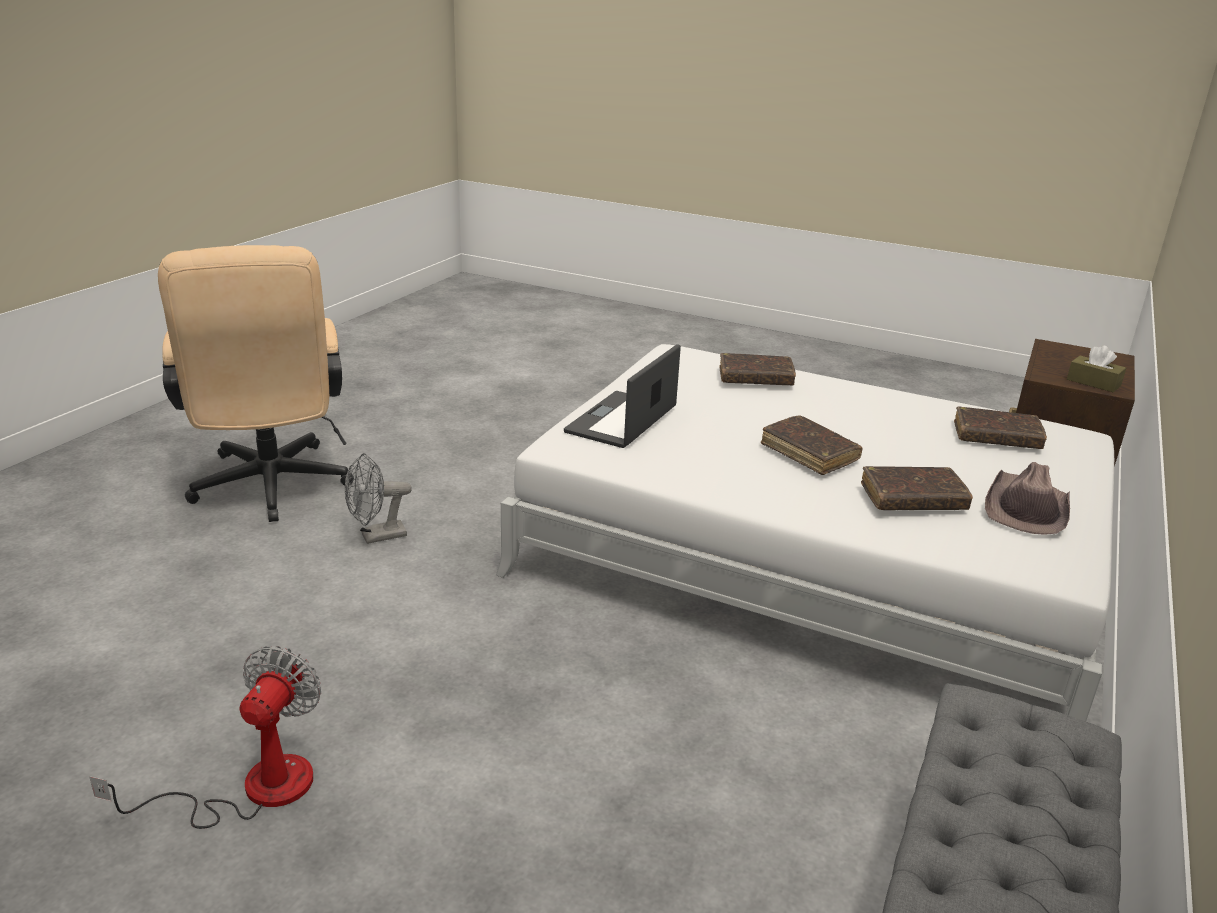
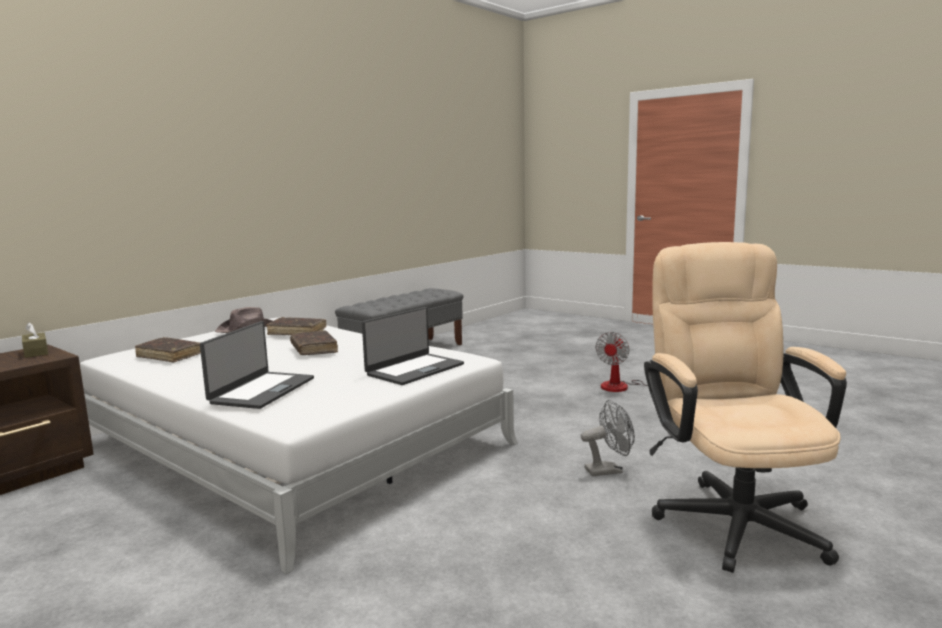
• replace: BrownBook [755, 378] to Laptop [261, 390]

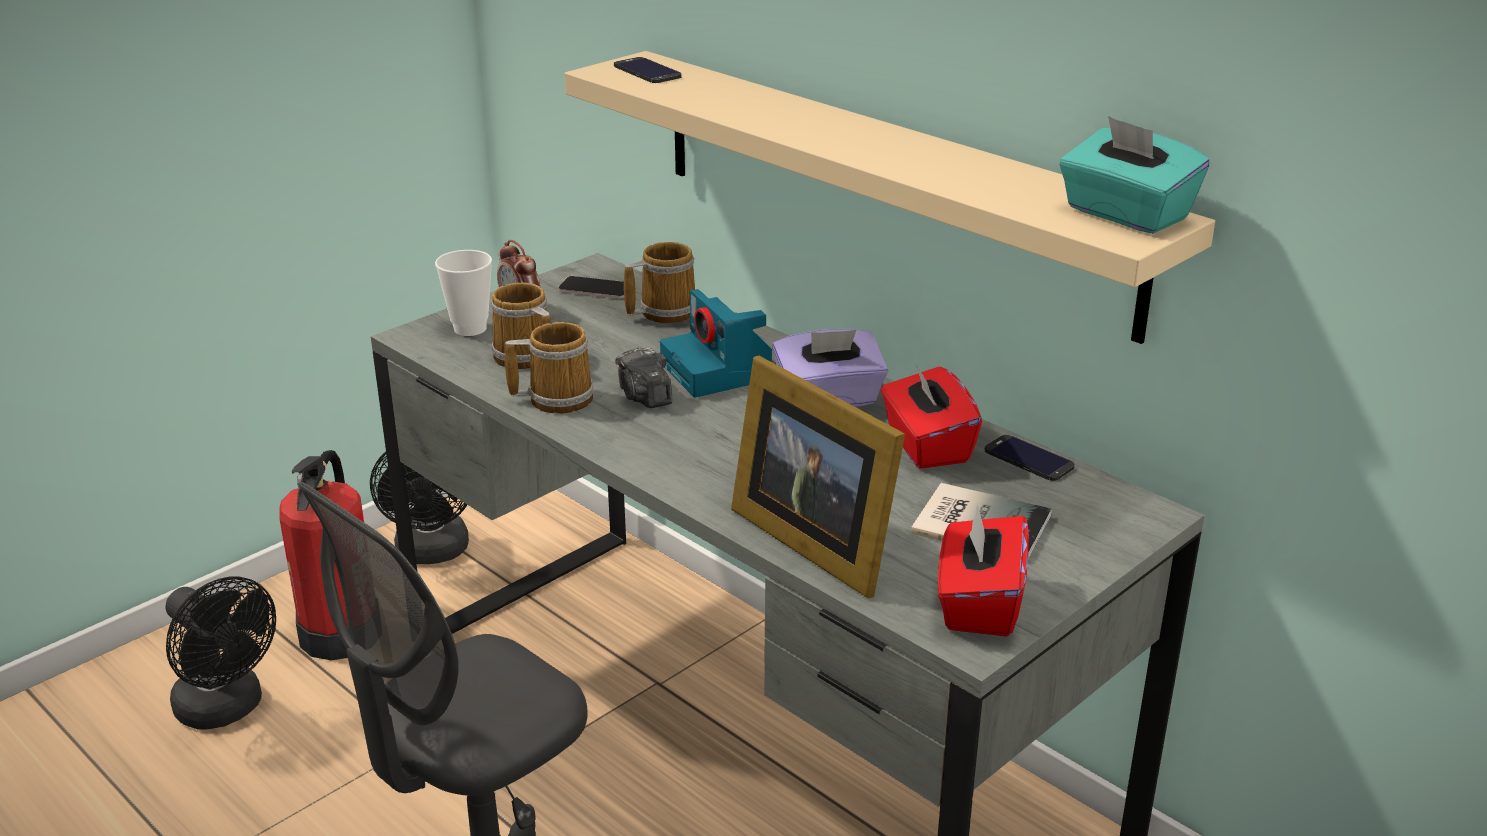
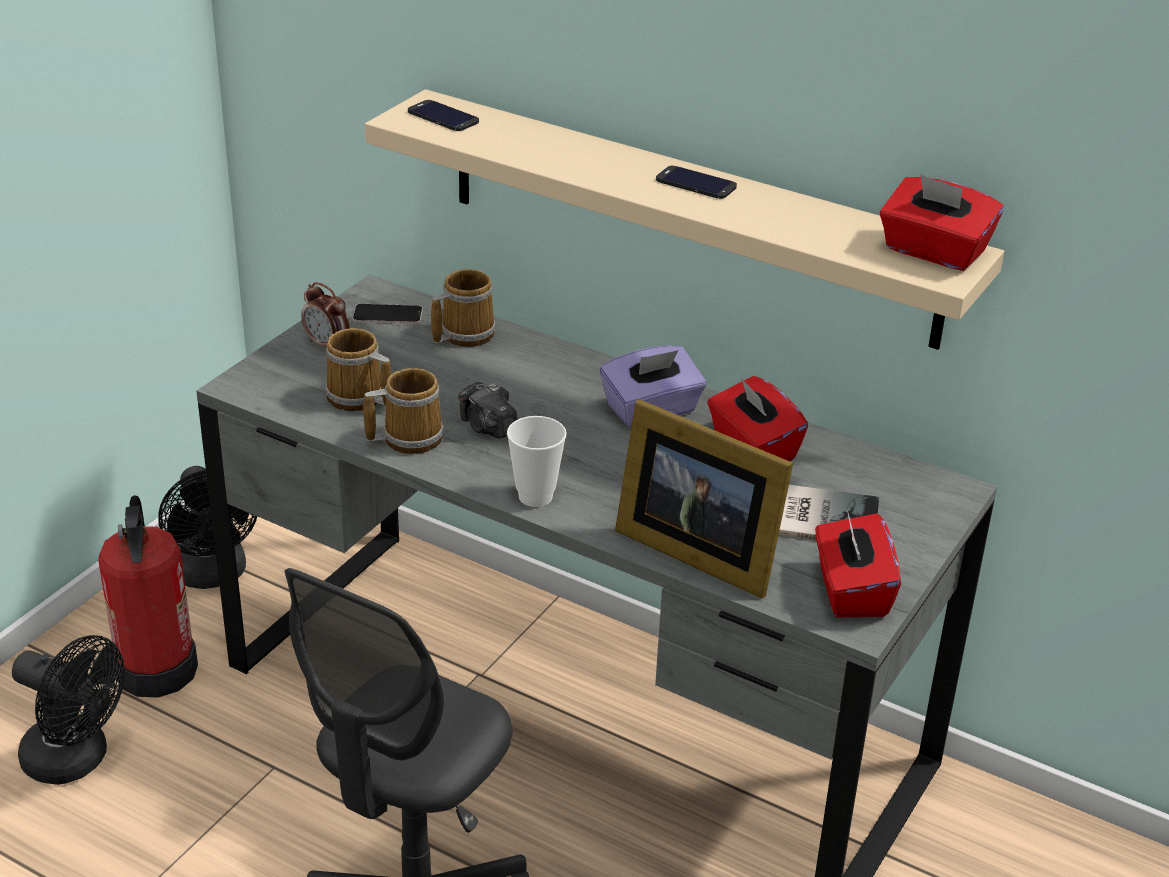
• move: Cup [470, 328] to [535, 496]
• delete: PhotoCamera [720, 371]
• move: Phone [1028, 458] to [696, 183]
• recolor: TurquoiseTissueBox [1125, 215] to RedTissueBox [934, 252]

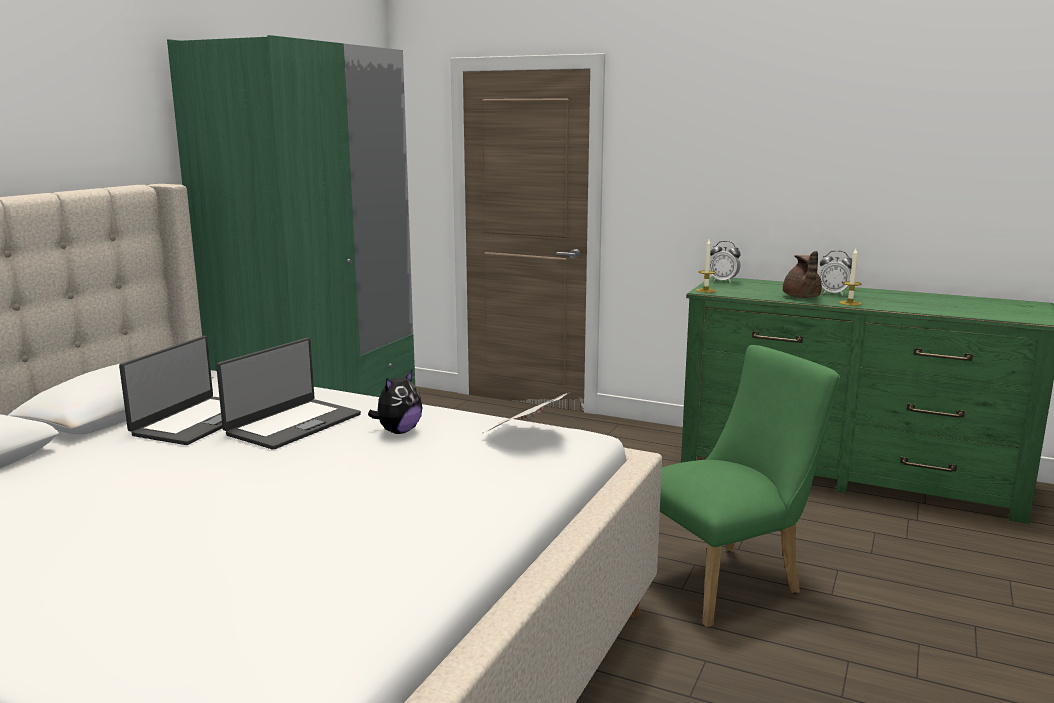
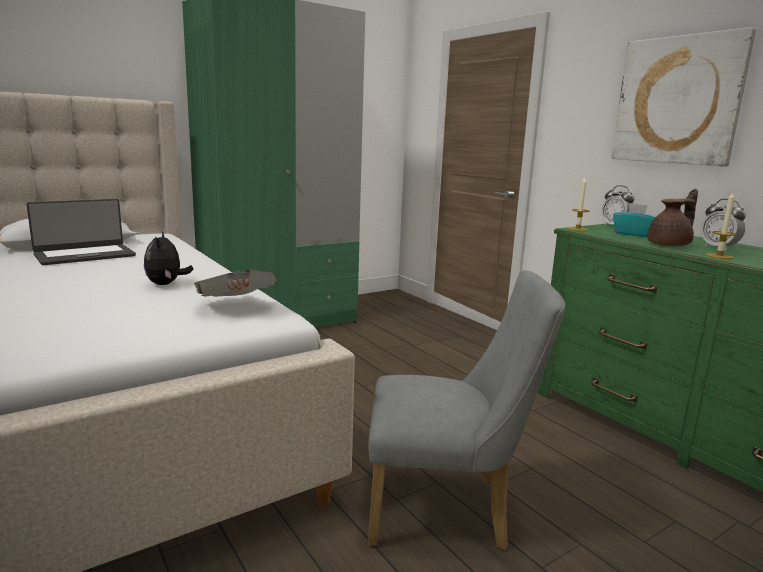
• delete: Laptop [292, 424]
• rotate: PlushToy [398, 431] = [166, 284] 105 degrees clockwise
• recolor: GreenChair [728, 581] to GreyChair [448, 509]
• rotate: BrownTeapot [801, 297] = [670, 245] 150 degrees counterclockwise
• insert: Picture [677, 101]
• insert: TurquoiseTissueBox [633, 234]

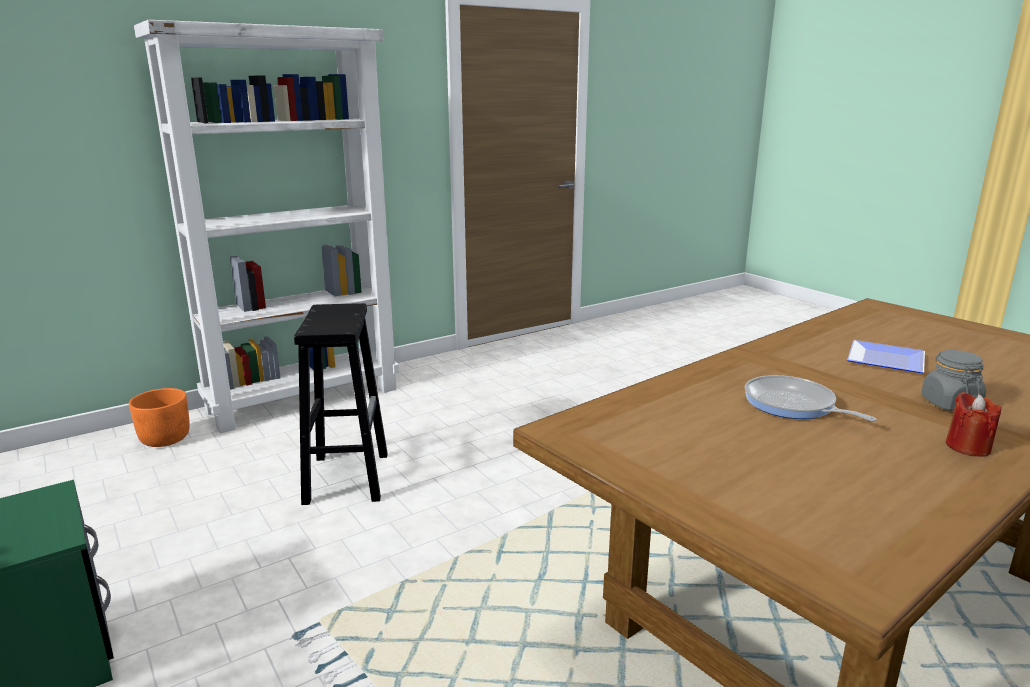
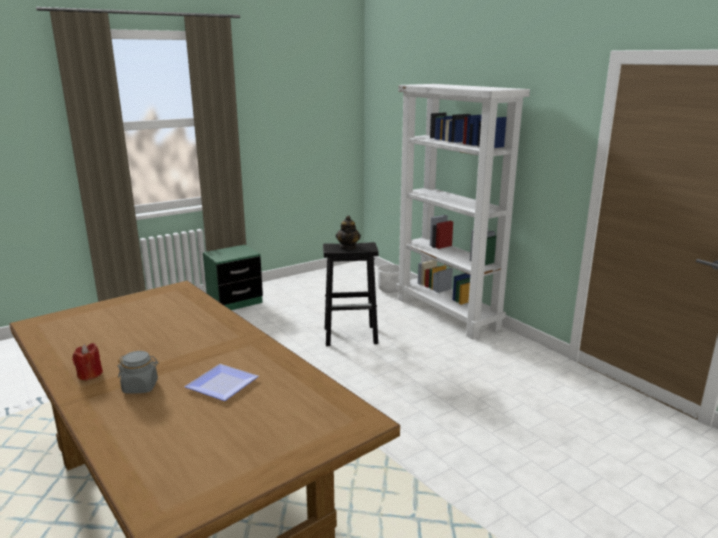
• recolor: OrangePlanter [165, 439] to WhitePlanter [390, 289]
• delete: FryingPan [793, 405]
• insert: Teapot [348, 247]

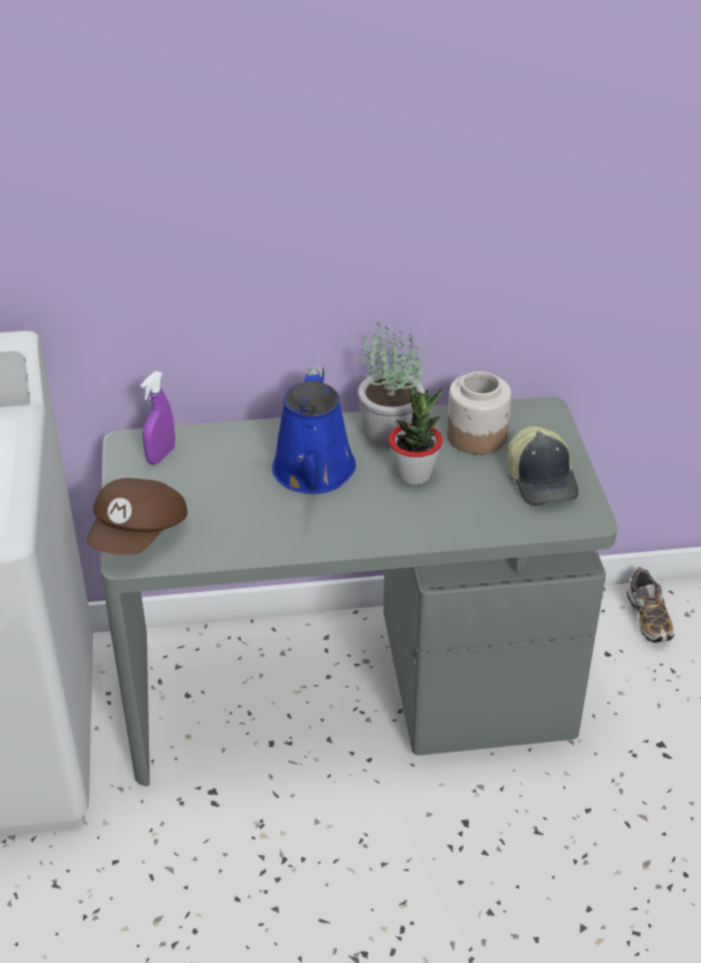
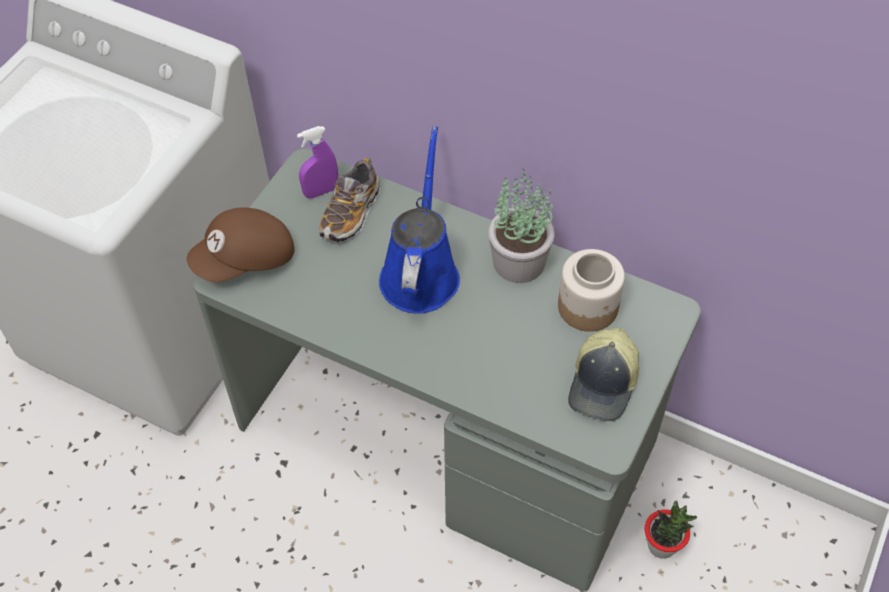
• rotate: BlueWateringCan [313, 473] = [420, 272] 150 degrees clockwise
• move: PottedPlant [414, 474] to [662, 545]
• move: Shoe [648, 618] to [351, 213]

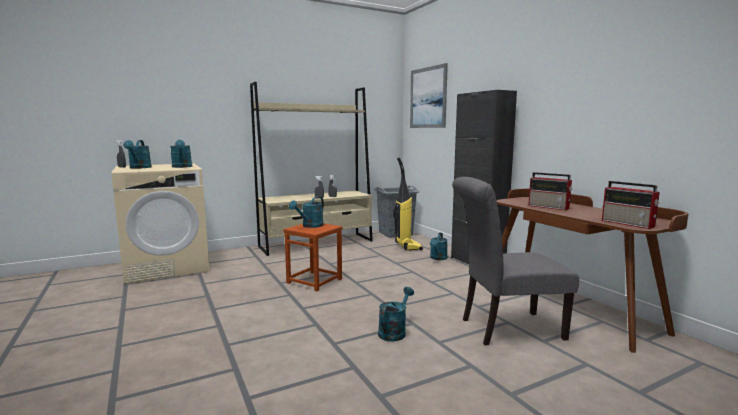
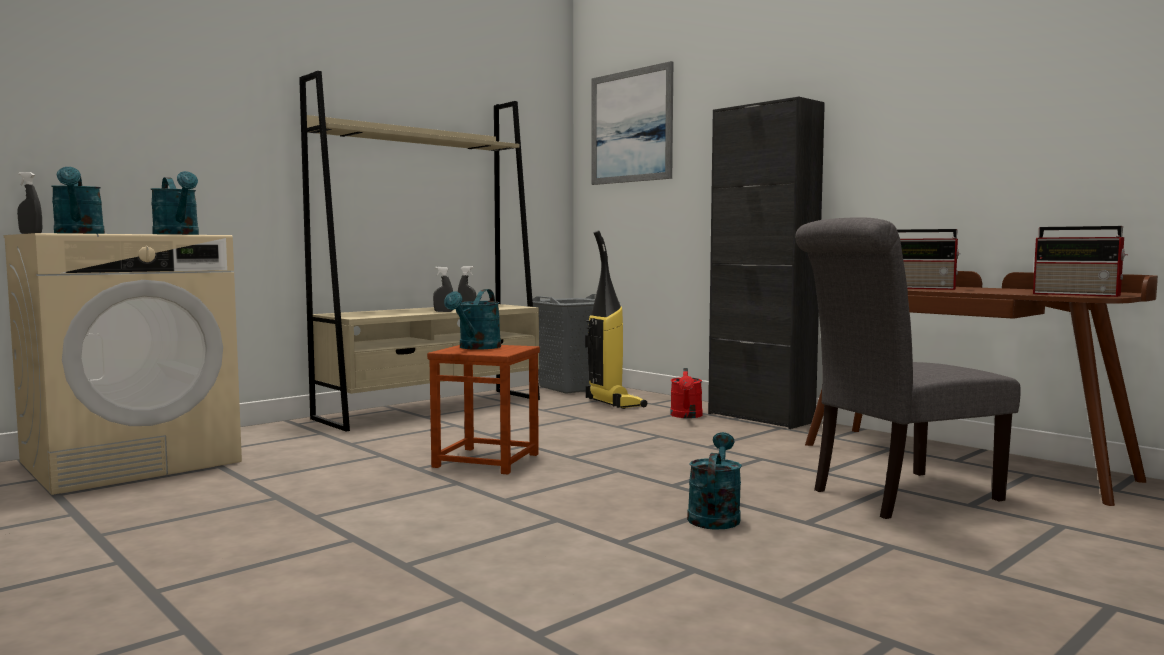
• recolor: TurquoiseWateringCan [438, 258] to RedWateringCan [686, 416]

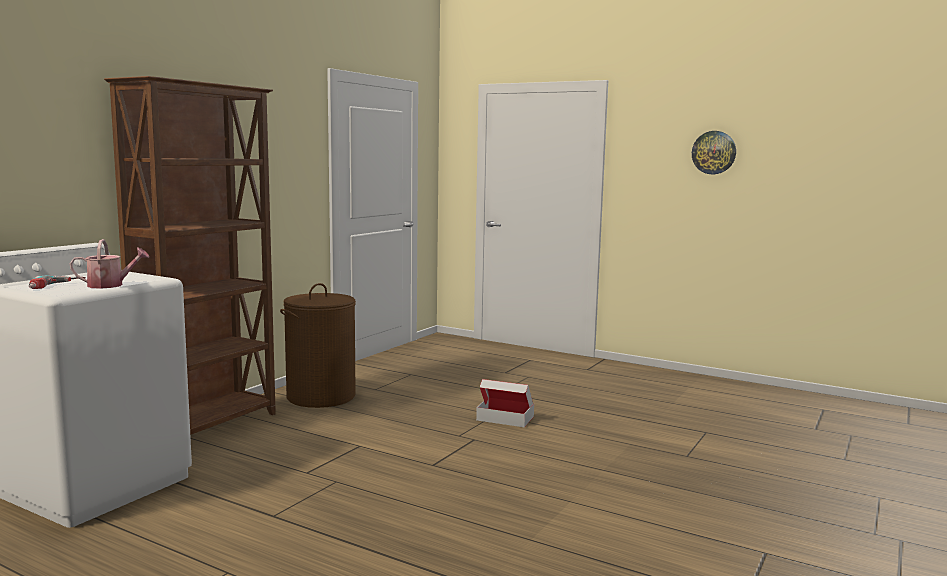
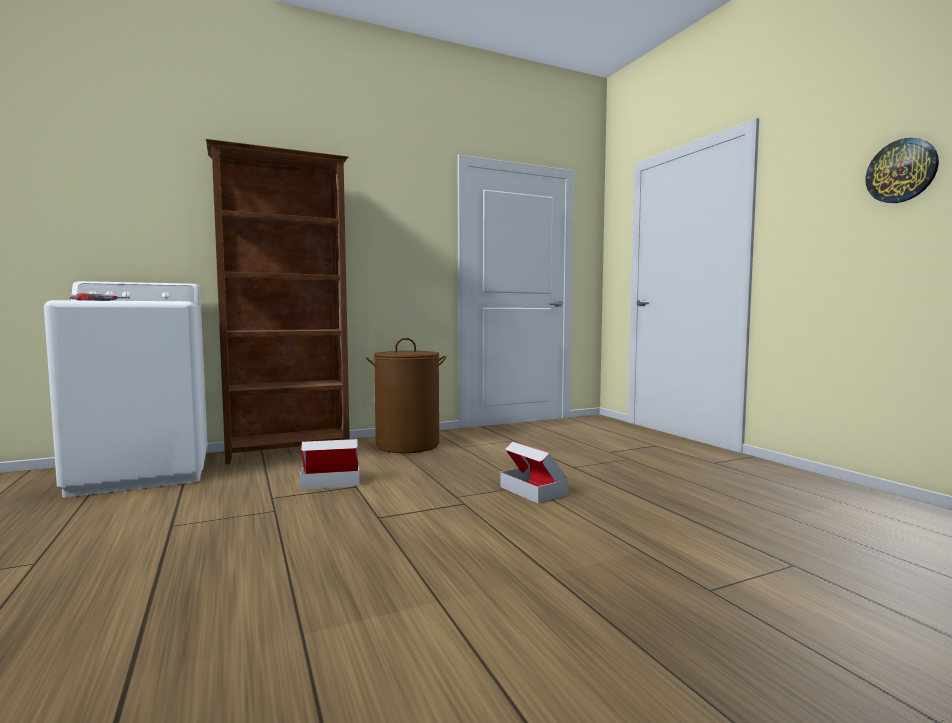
• delete: WateringCan [111, 285]
• insert: CardboardBox [331, 481]

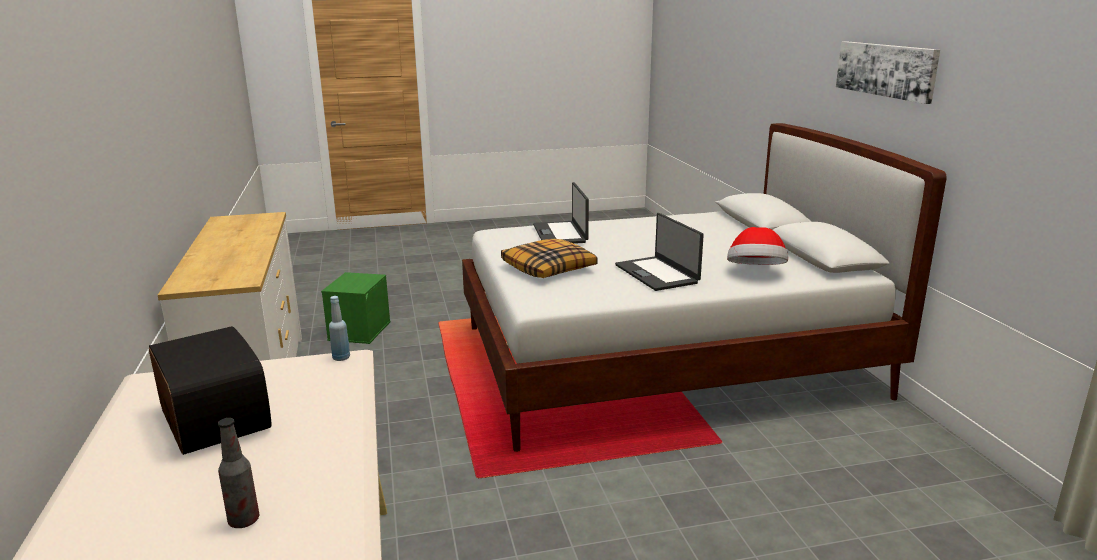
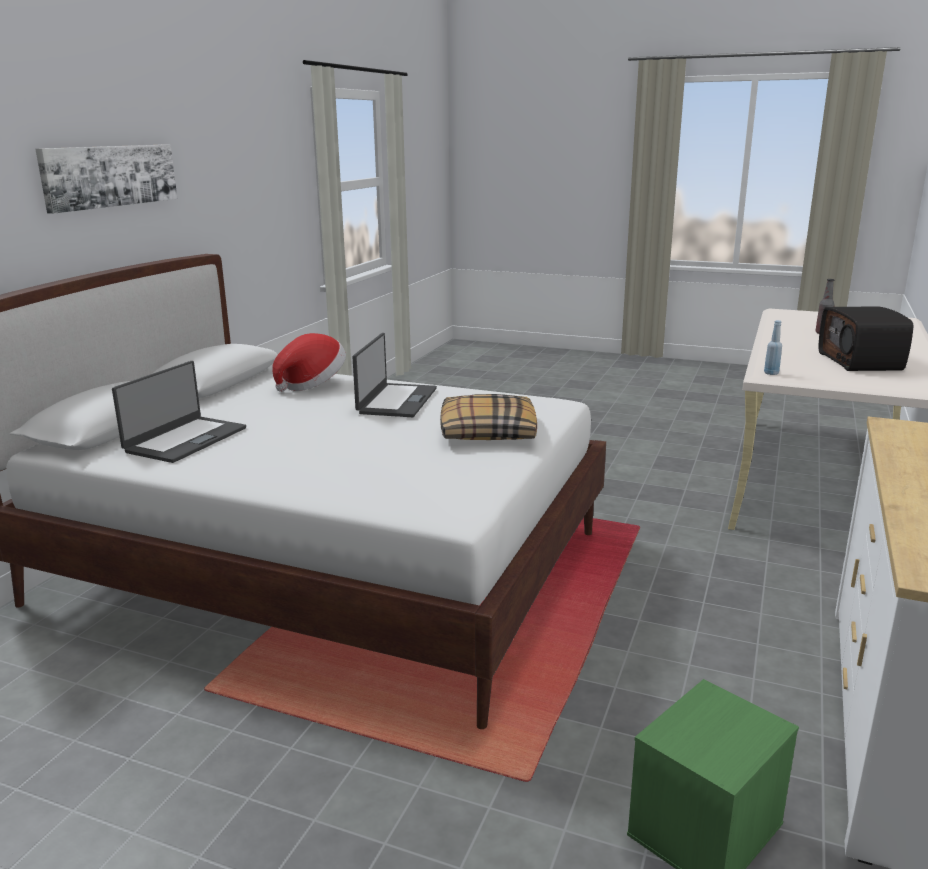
• move: Laptop [561, 233] to [185, 440]

